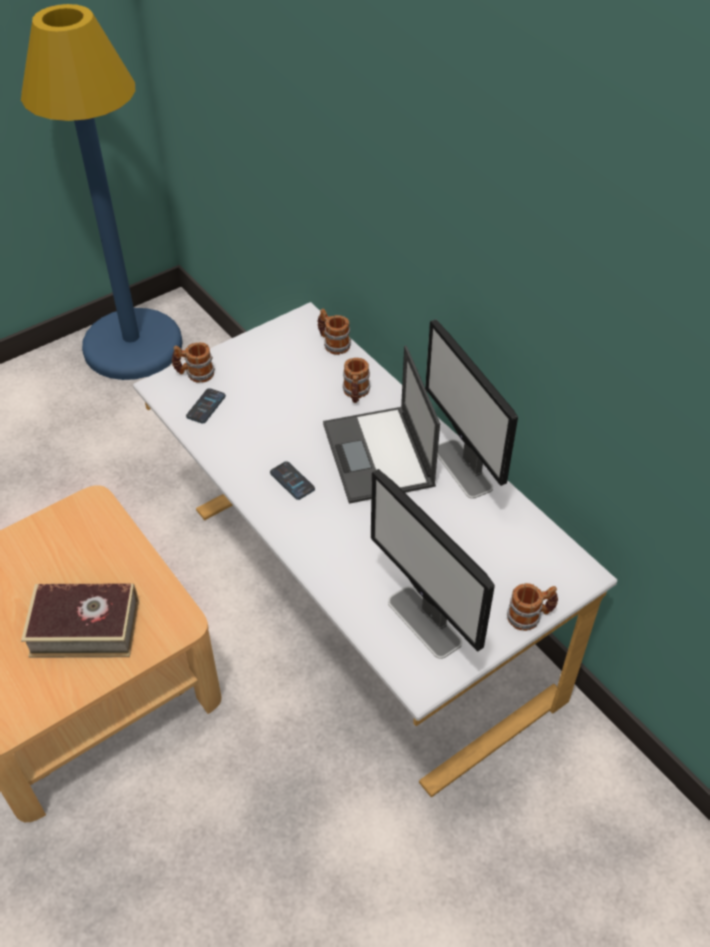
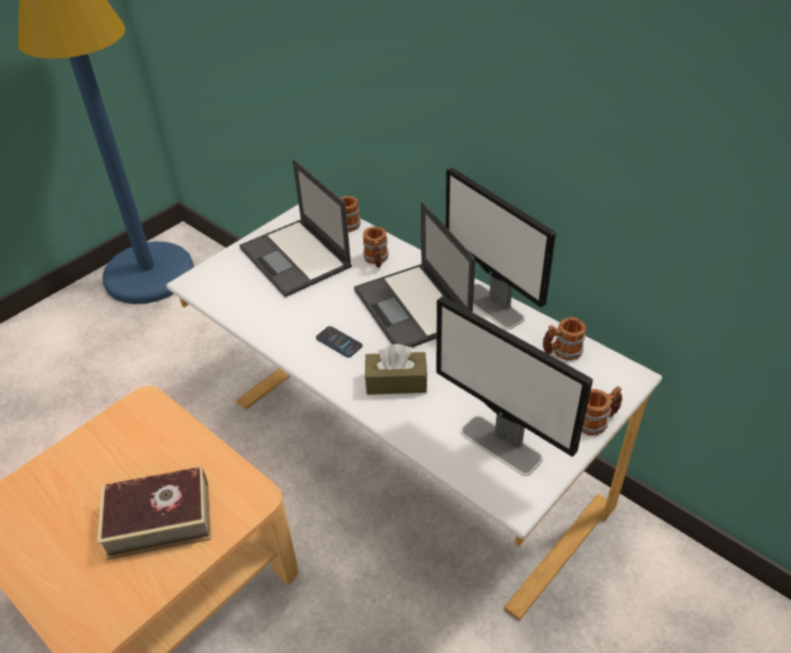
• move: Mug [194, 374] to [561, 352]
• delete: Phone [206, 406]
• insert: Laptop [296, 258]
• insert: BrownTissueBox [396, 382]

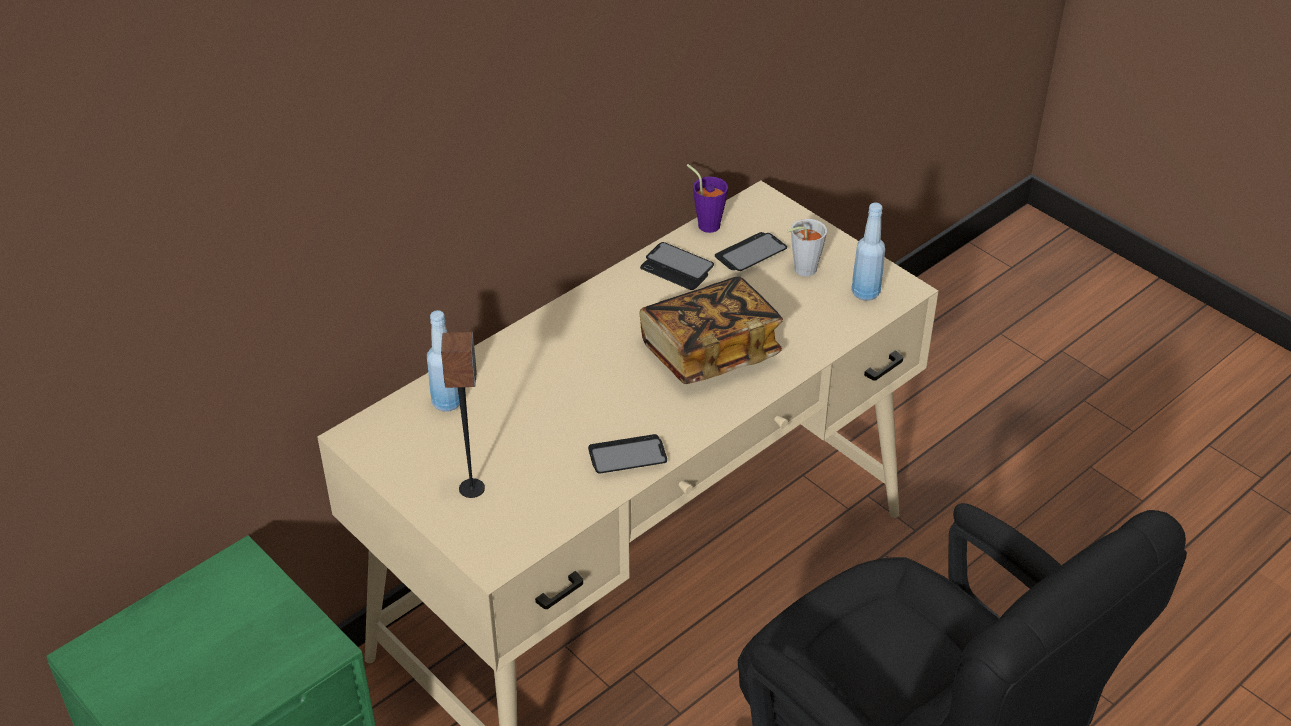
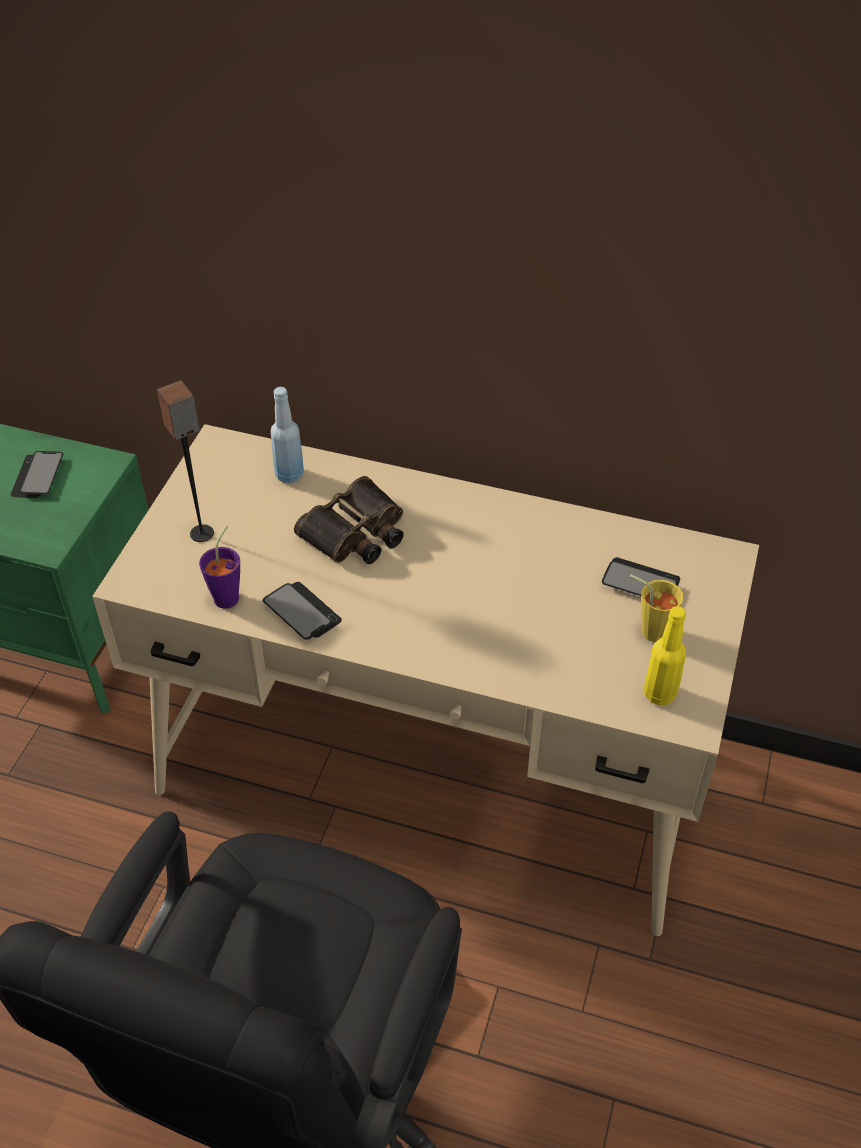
• delete: Book [709, 351]
• move: Phone [677, 268] to [38, 476]
• move: PurpleCup [705, 223] to [229, 594]
• recolor: GreyCup [800, 270] to YellowCup [649, 629]
• recolor: BlueBottle [865, 293] to YellowBottle [659, 694]
• insert: Binoculars [356, 533]

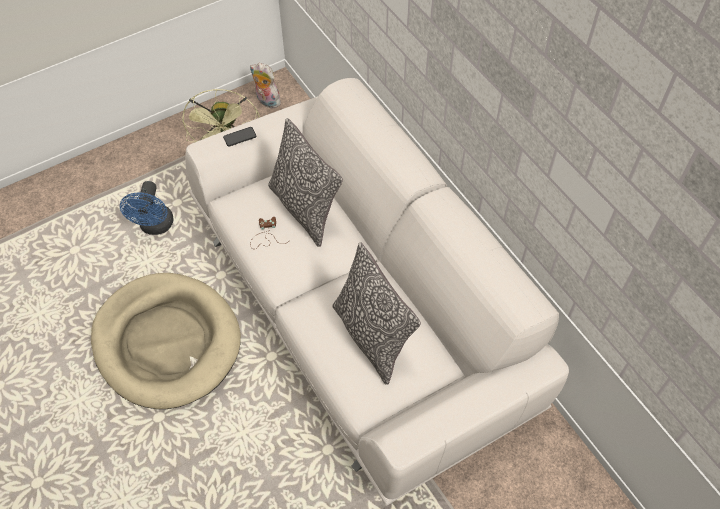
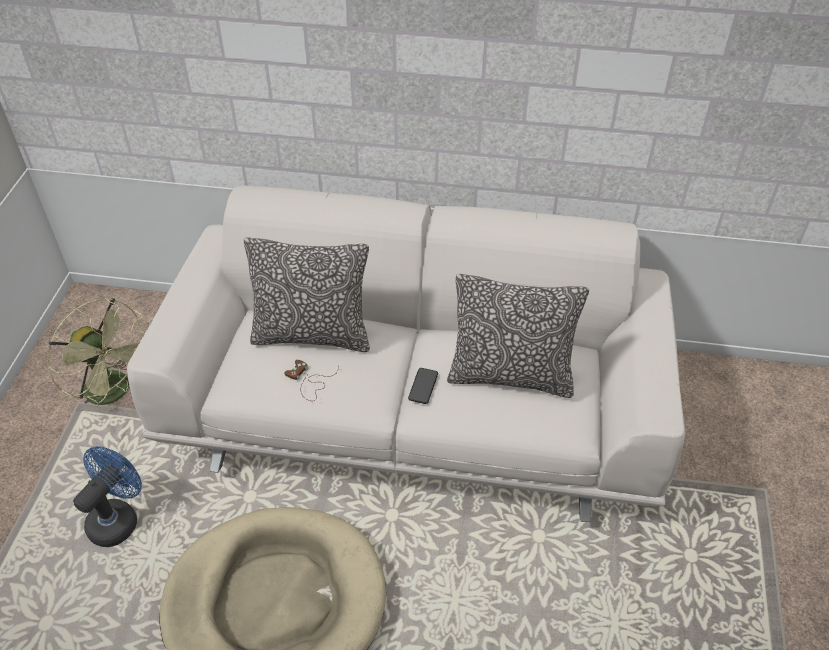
• rotate: BlueFan [155, 227] = [118, 518] 105 degrees counterclockwise
• move: Phone [240, 137] to [423, 386]
• delete: PlushToy [266, 101]

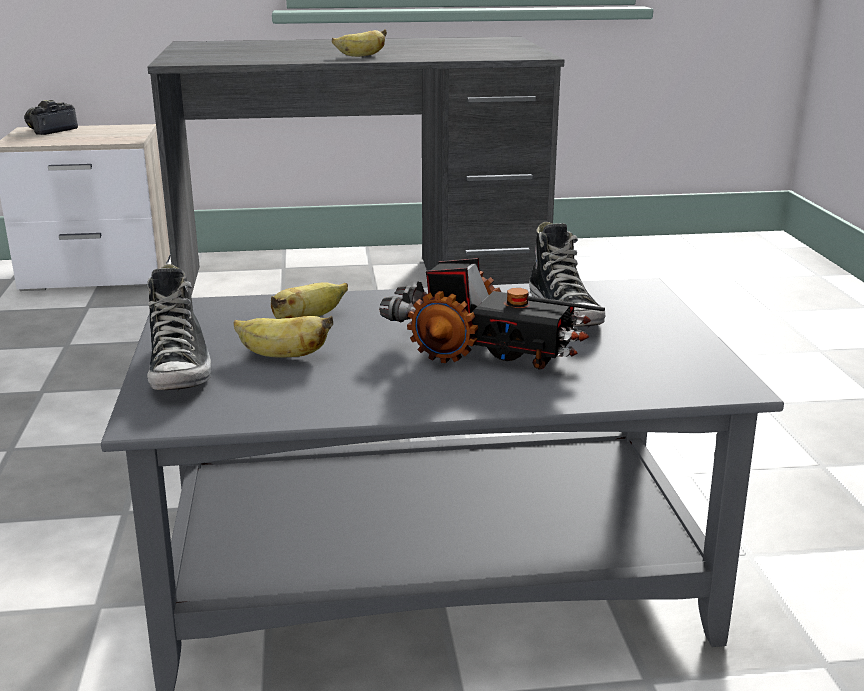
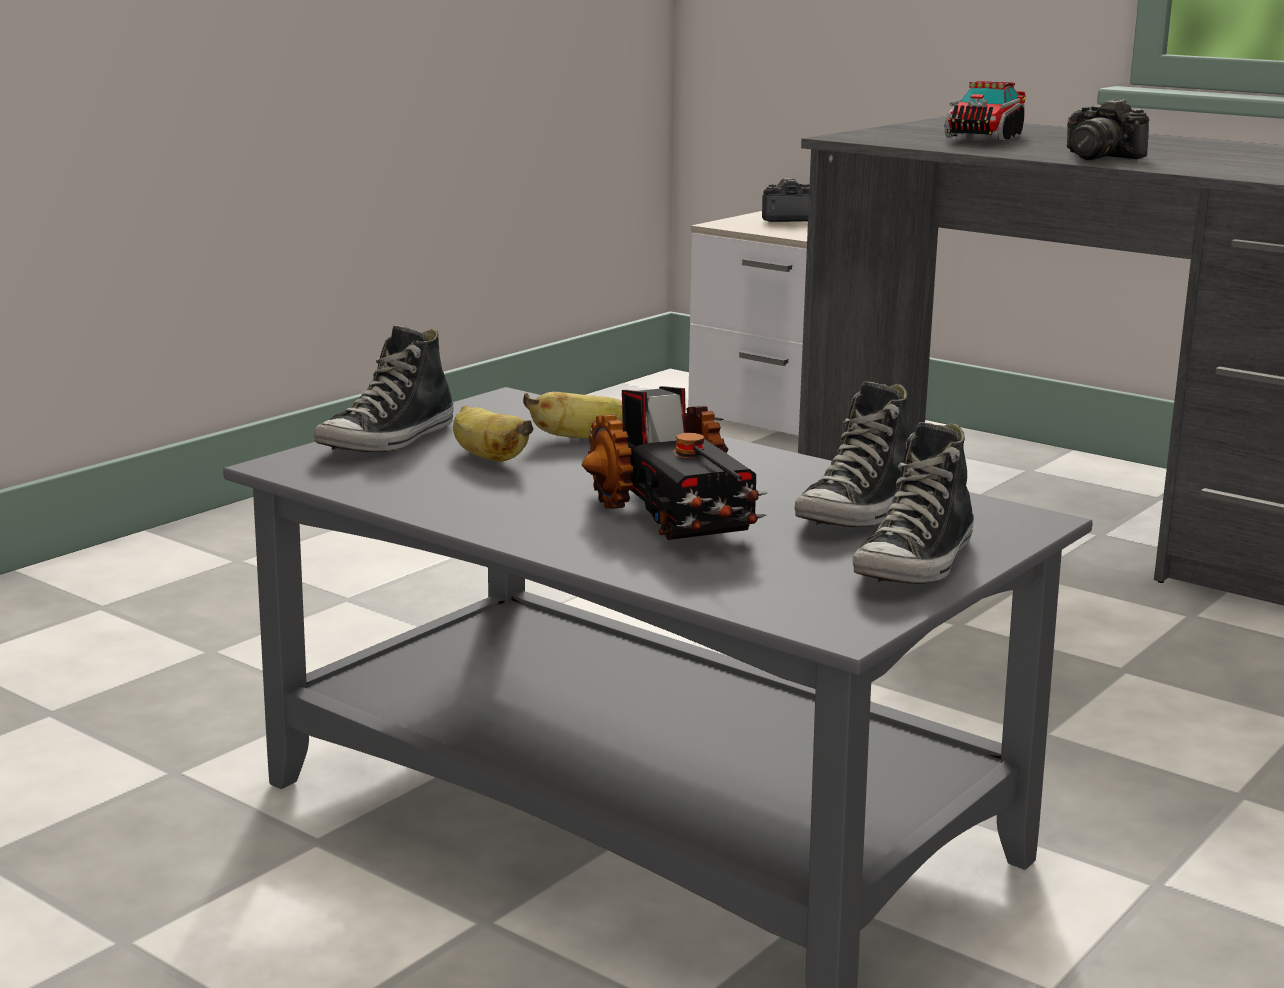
• replace: Banana [361, 56] to PhotoCamera [1099, 157]
• insert: Shoe [916, 564]
• insert: ToyTruck [985, 138]

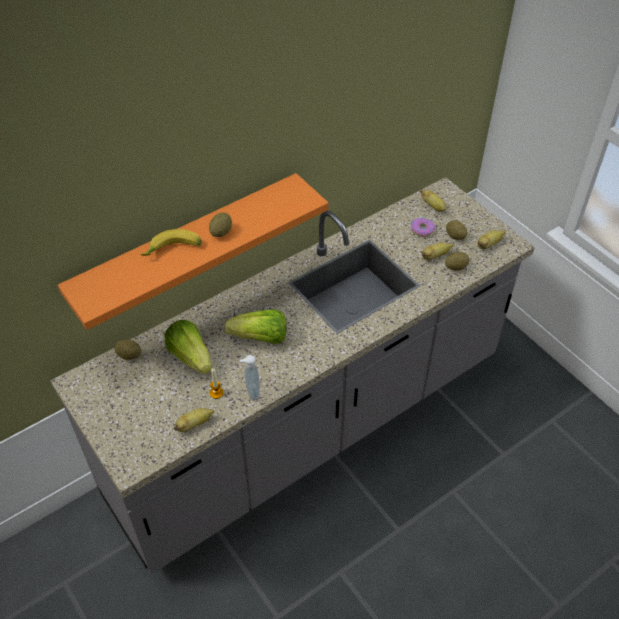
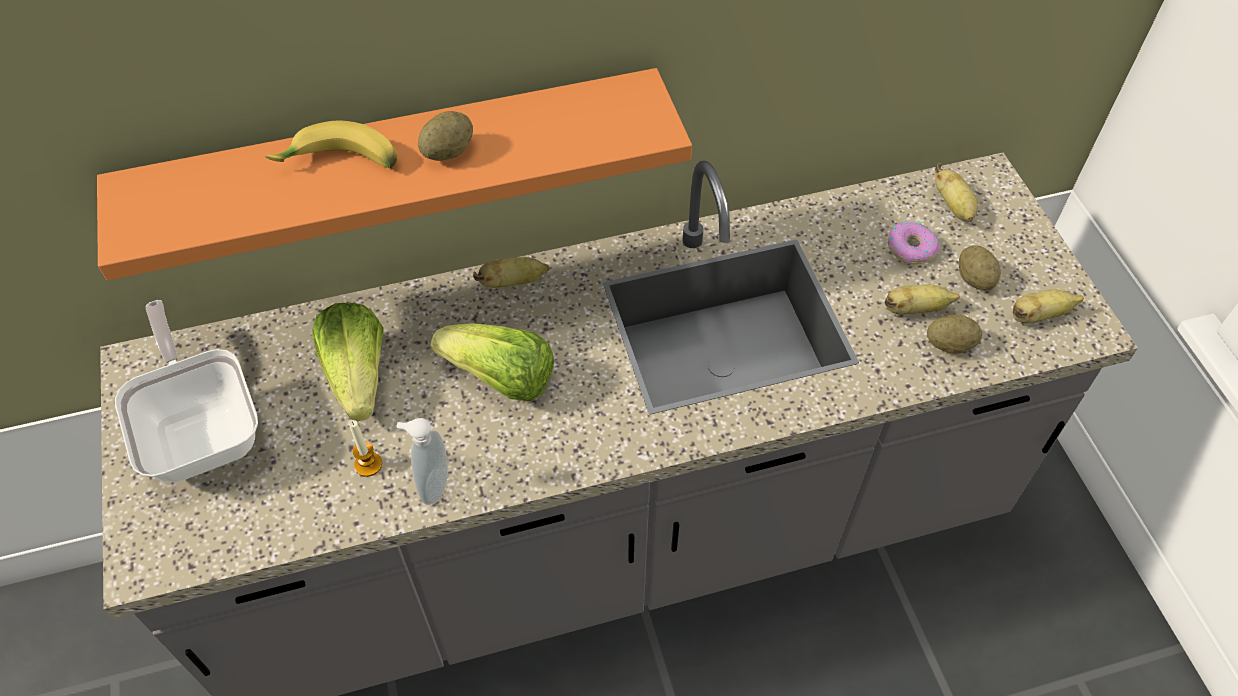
• delete: Potato [129, 355]
• move: Banana [194, 424] to [513, 282]
• insert: FryingPan [203, 429]

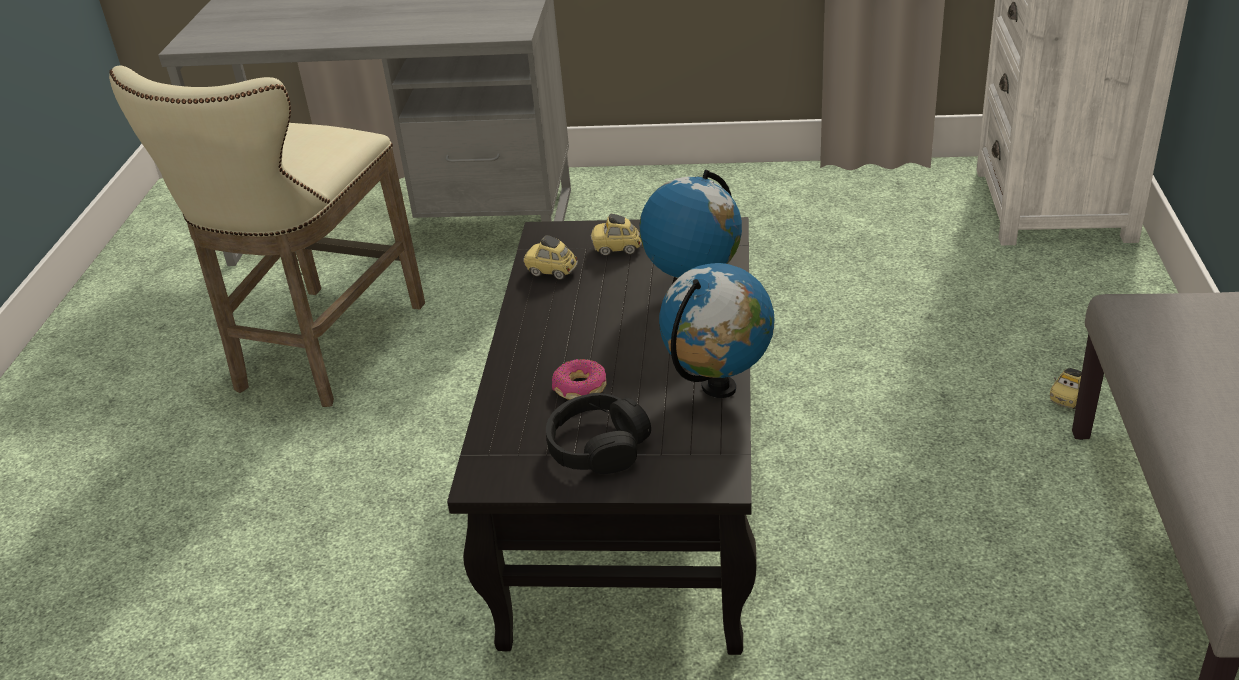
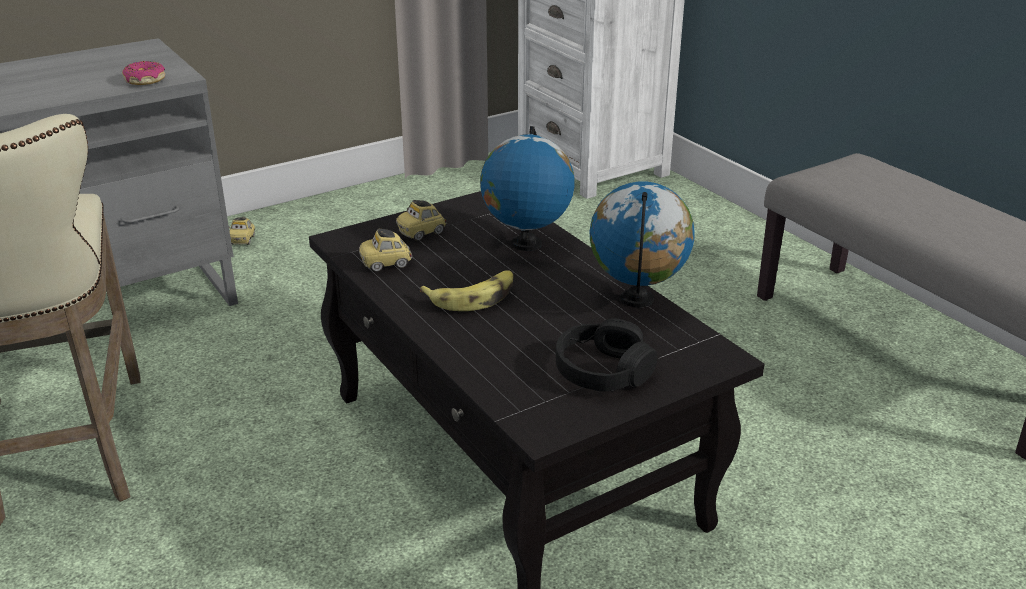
• move: Donut [580, 388] to [145, 81]
• move: ToyCar [1068, 398] to [243, 240]
• insert: Banana [473, 297]

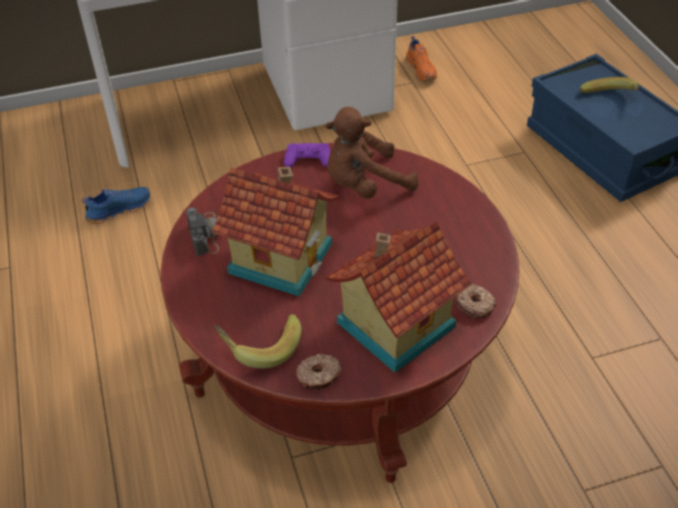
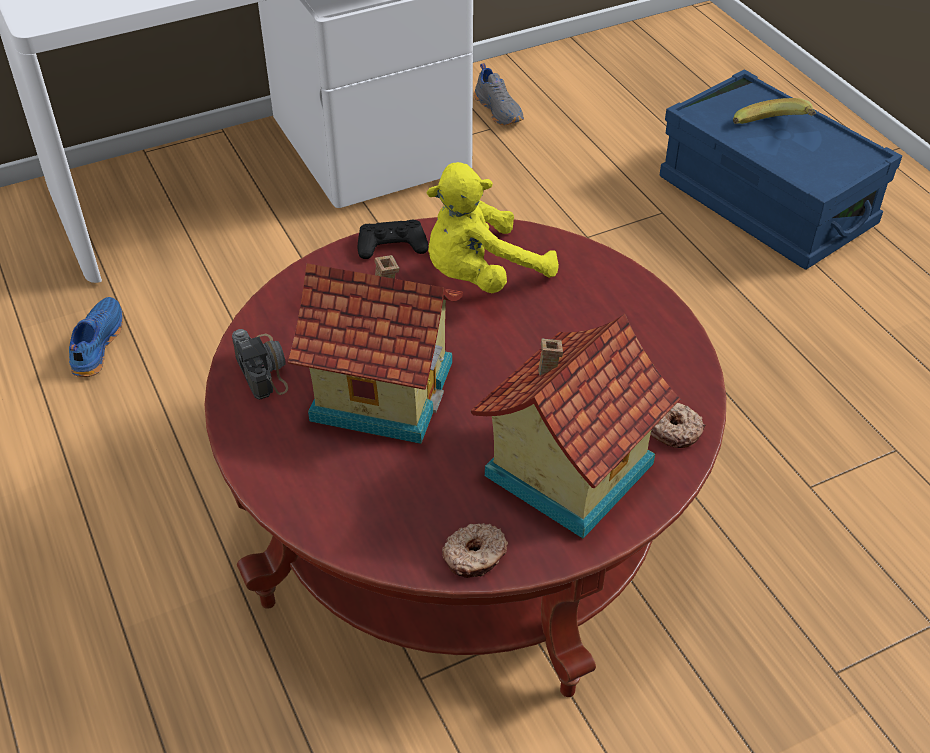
• rotate: BlueShoe [118, 209] = [96, 345] 45 degrees counterclockwise
• delete: Banana [260, 346]
• recolor: PurpleGameController [308, 159] to BlackGameController [392, 245]
• recolor: BrownPlushToy [365, 185] to YellowPlushToy [481, 275]
• recolor: OrangeShoe [421, 70] to GreyShoe [500, 110]

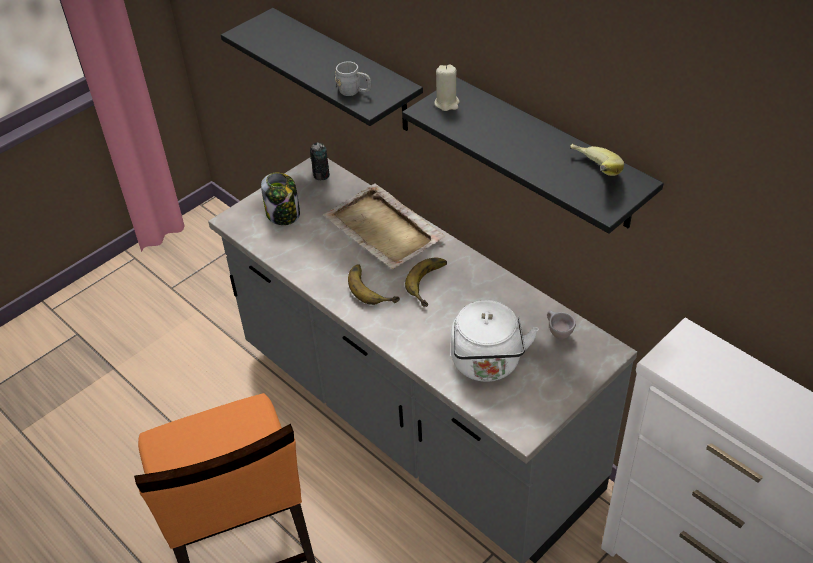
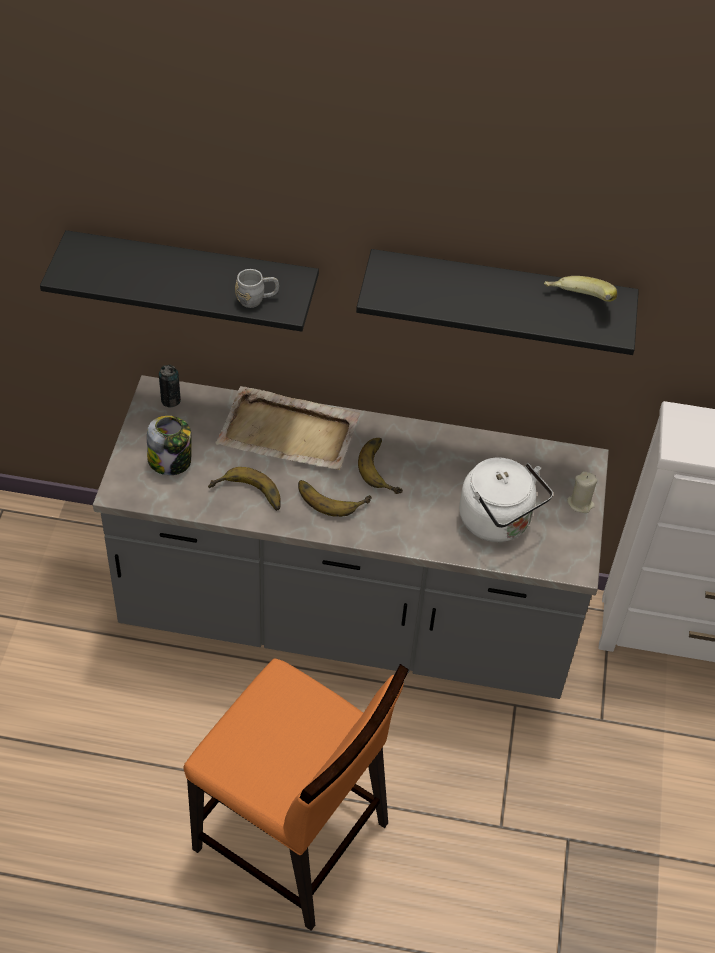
• move: BeigeCandle [447, 103] to [580, 503]
• delete: BeigeCup [557, 333]
• insert: Banana [247, 497]

